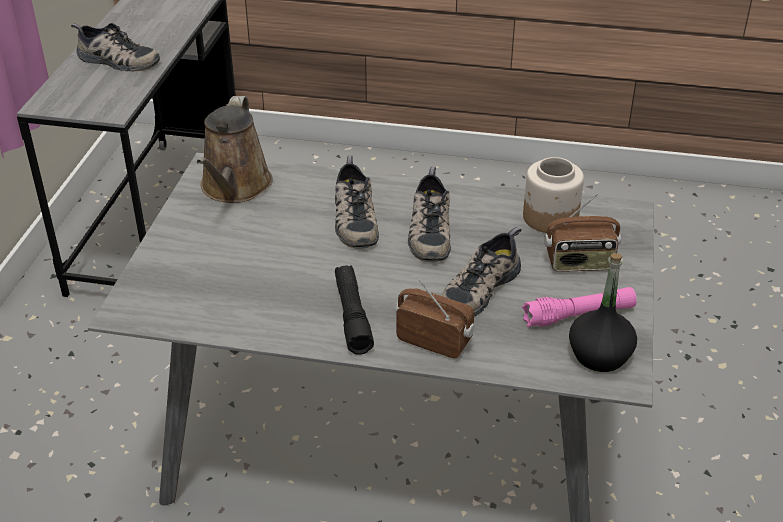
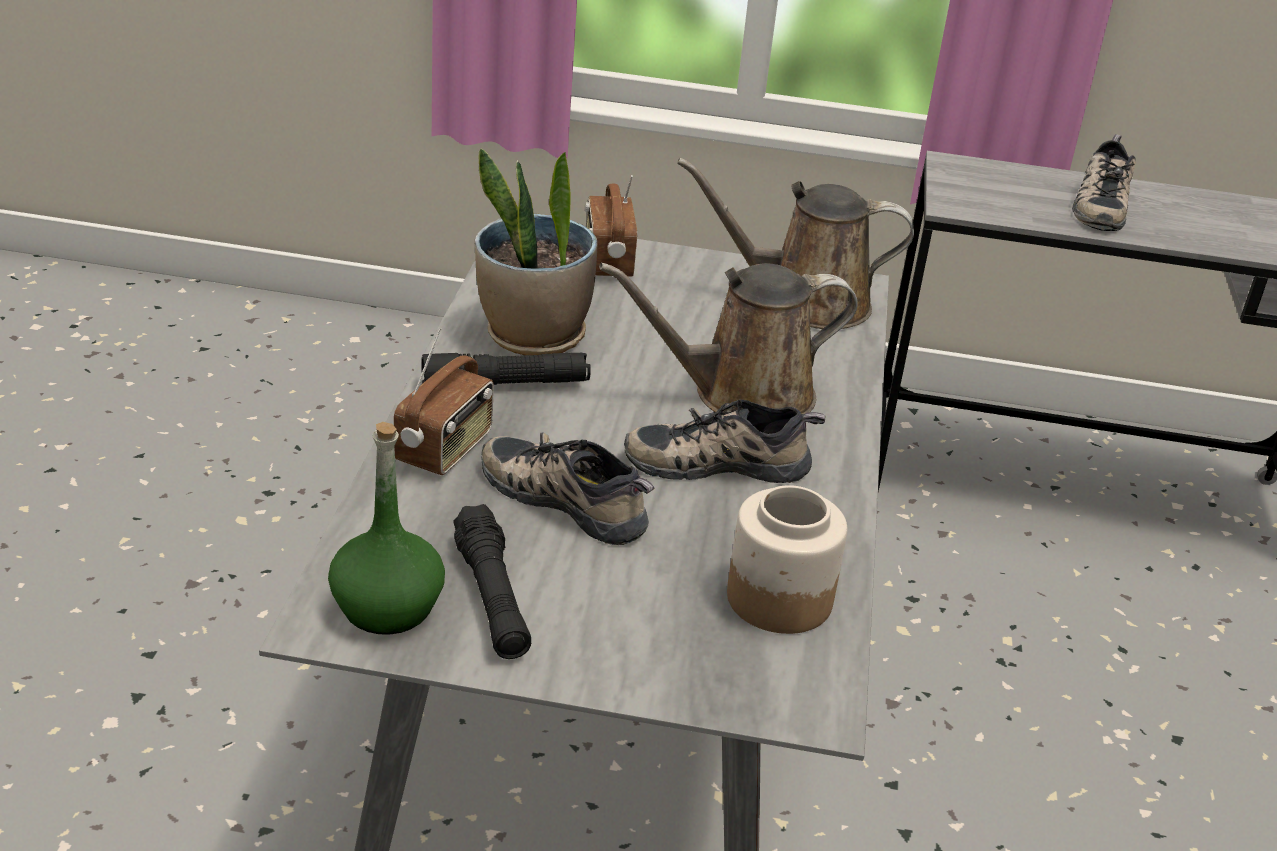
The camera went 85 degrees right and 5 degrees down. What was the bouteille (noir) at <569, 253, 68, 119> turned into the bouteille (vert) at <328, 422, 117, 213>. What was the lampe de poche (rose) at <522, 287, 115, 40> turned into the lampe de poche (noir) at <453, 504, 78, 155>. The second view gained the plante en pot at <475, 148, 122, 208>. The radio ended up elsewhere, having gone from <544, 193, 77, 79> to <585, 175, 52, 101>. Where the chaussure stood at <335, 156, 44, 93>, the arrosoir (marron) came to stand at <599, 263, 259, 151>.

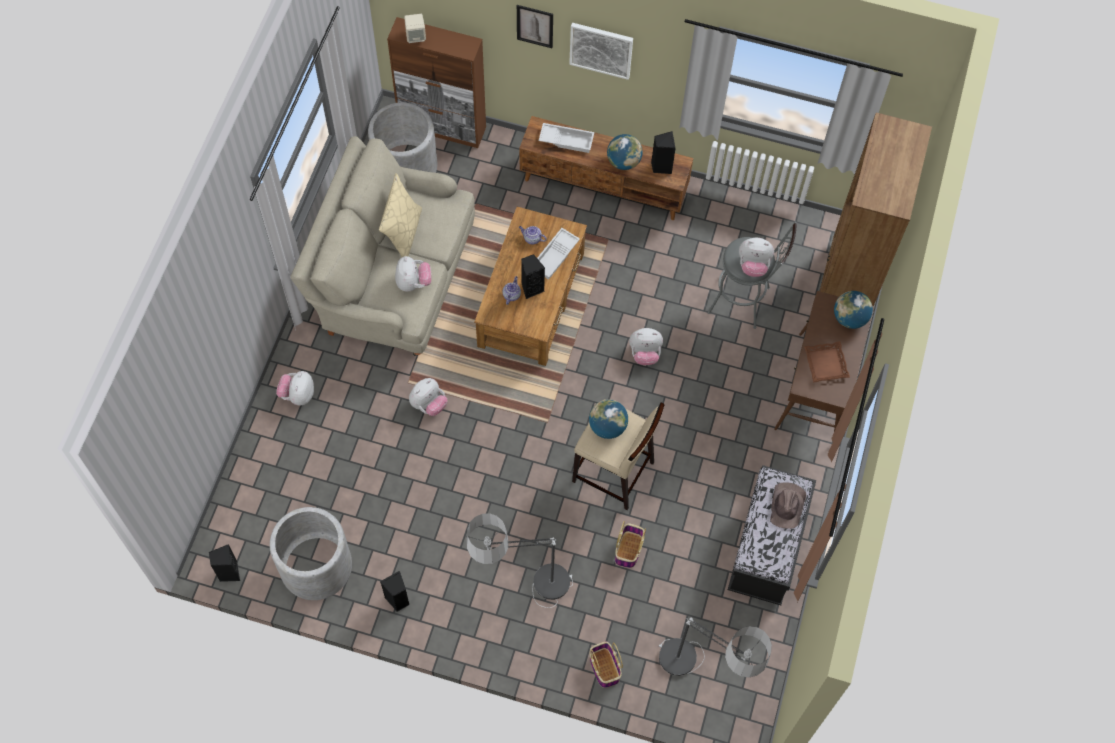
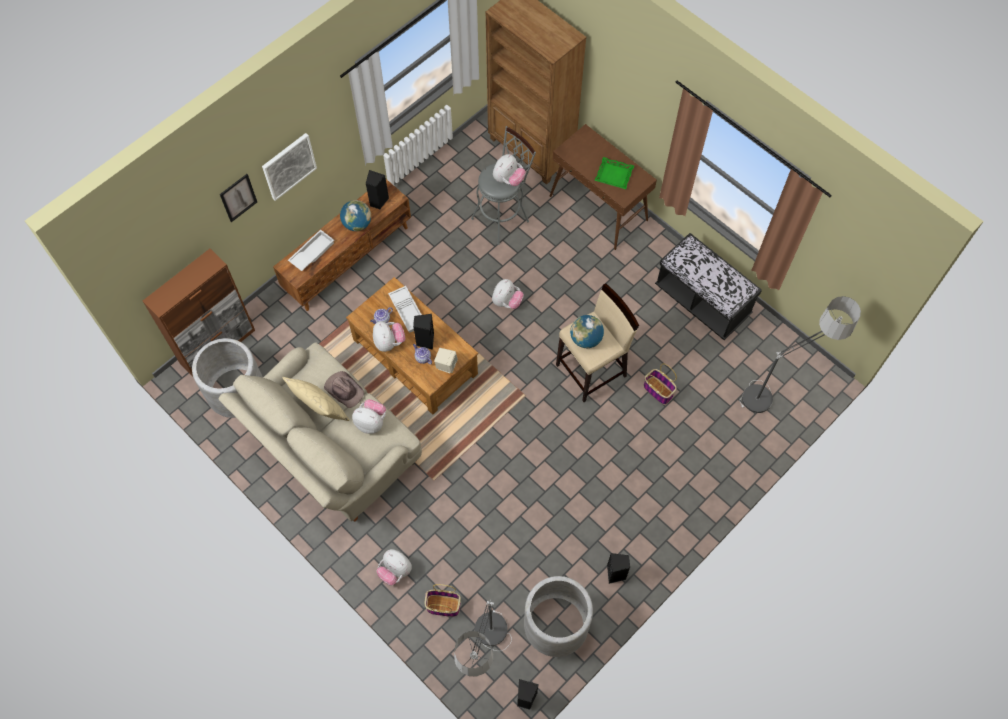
The camera went 60 degrees left and 0 degrees up. The chapeau (marron) ended up elsewhere, having gone from <770, 482, 36, 47> to <324, 371, 40, 37>. The peluche ended up elsewhere, having gone from <409, 378, 39, 38> to <373, 321, 33, 31>. The panier ended up elsewhere, having gone from <590, 641, 33, 47> to <425, 584, 36, 33>. The enceinte (beige) ended up elsewhere, having gone from <404, 14, 22, 29> to <434, 348, 24, 25>. The lampadaire ended up elsewhere, having gone from <466, 513, 107, 95> to <454, 599, 58, 78>. What was the plateau (marron) at <804, 341, 46, 42> turned into the plateau (vert) at <594, 157, 40, 32>. The second view lost the globe at <834, 291, 39, 38>.

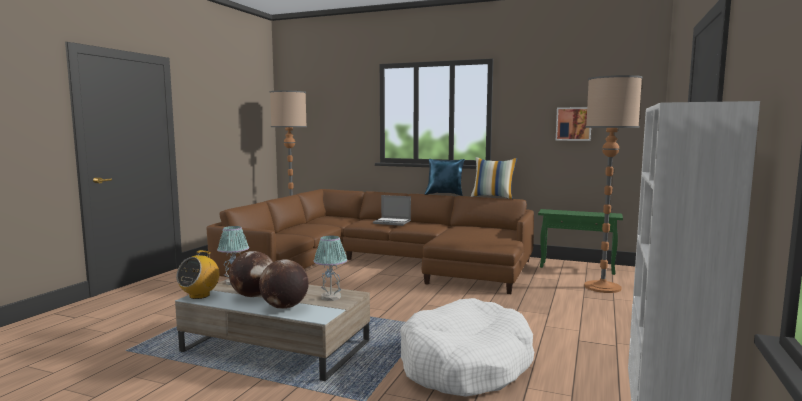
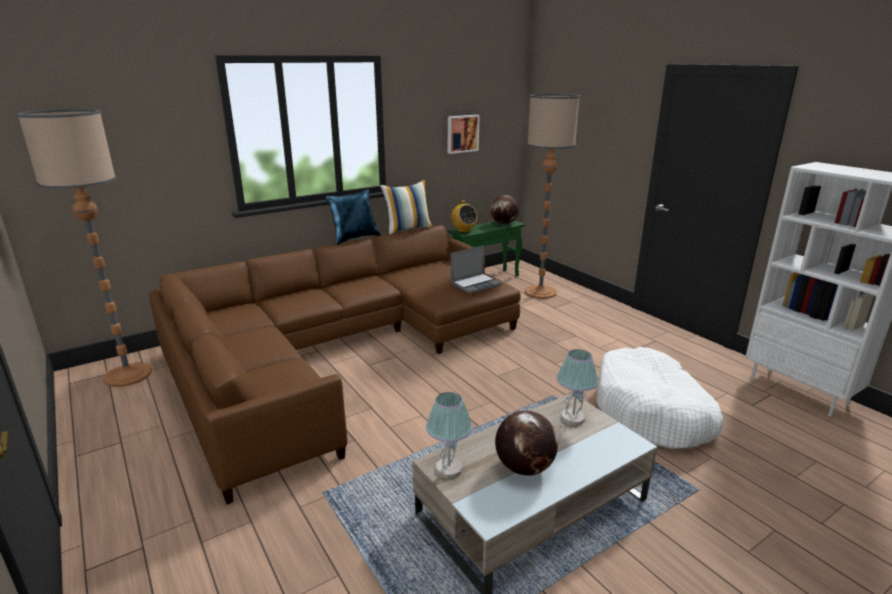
The camera went 55 degrees left and 15 degrees up. The radio ended up elsewhere, having gone from <176, 250, 44, 49> to <451, 200, 26, 32>. The ordinateur portable ended up elsewhere, having gone from <373, 195, 38, 31> to <451, 245, 51, 49>. The globe ended up elsewhere, having gone from <259, 259, 50, 50> to <490, 195, 29, 30>.

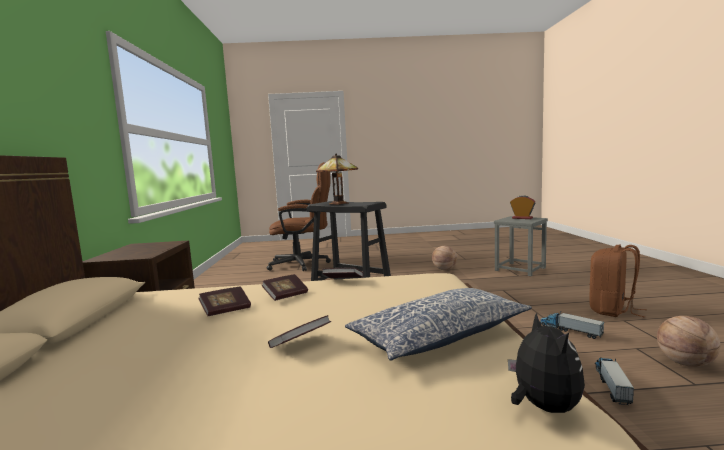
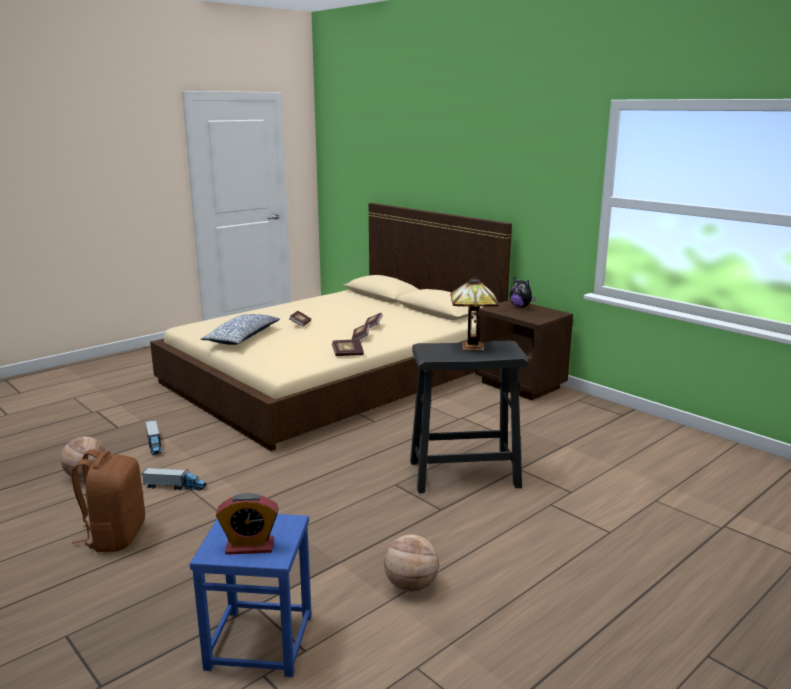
The camera went 140 degrees right and 10 degrees up. What was the tabouret (gris) at <494, 216, 54, 60> turned into the tabouret (bleu) at <189, 514, 123, 163>. The peluche ended up elsewhere, having gone from <508, 313, 77, 100> to <510, 278, 26, 29>. The second view lost the chaise de bureau (marron) at <267, 162, 64, 109>.

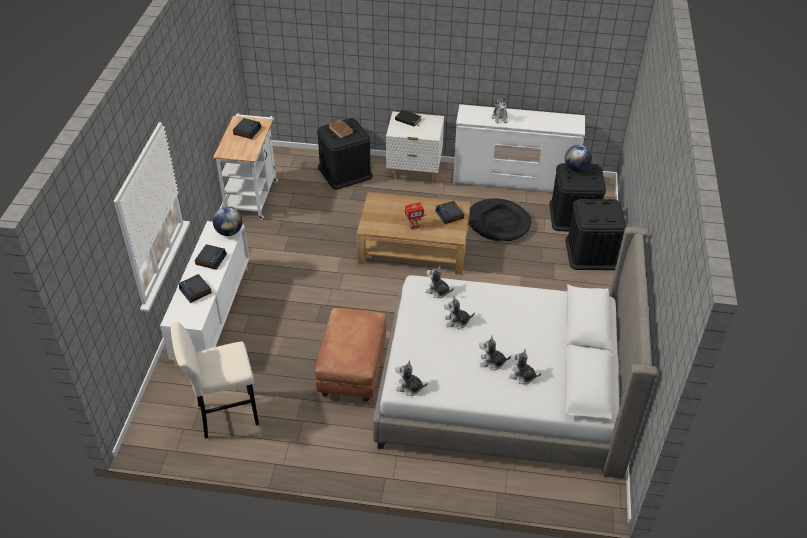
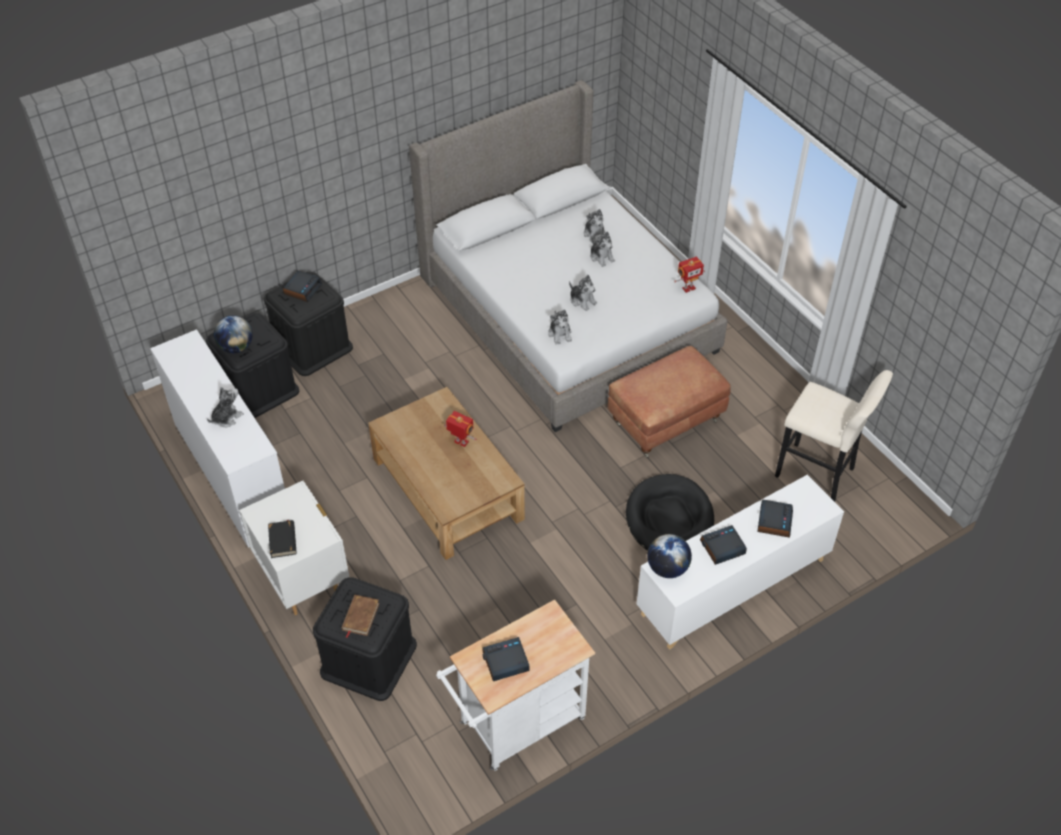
The camera went 130 degrees left and 5 degrees up. The réveil ended up elsewhere, having gone from <435, 201, 29, 23> to <283, 270, 39, 32>. The panier pour chien (noir) ended up elsewhere, having gone from <469, 198, 63, 43> to <626, 474, 88, 77>. Where the peluche stood at <395, 360, 33, 36>, the robot jouet came to stand at <674, 257, 31, 36>.

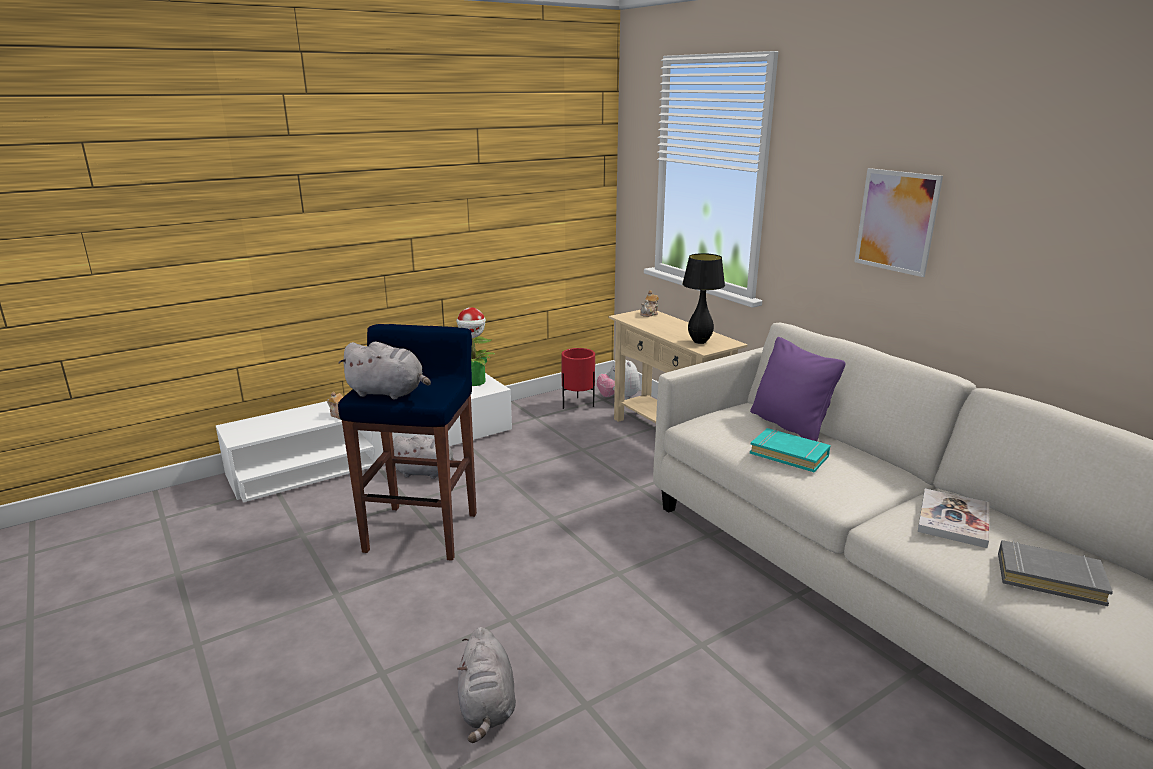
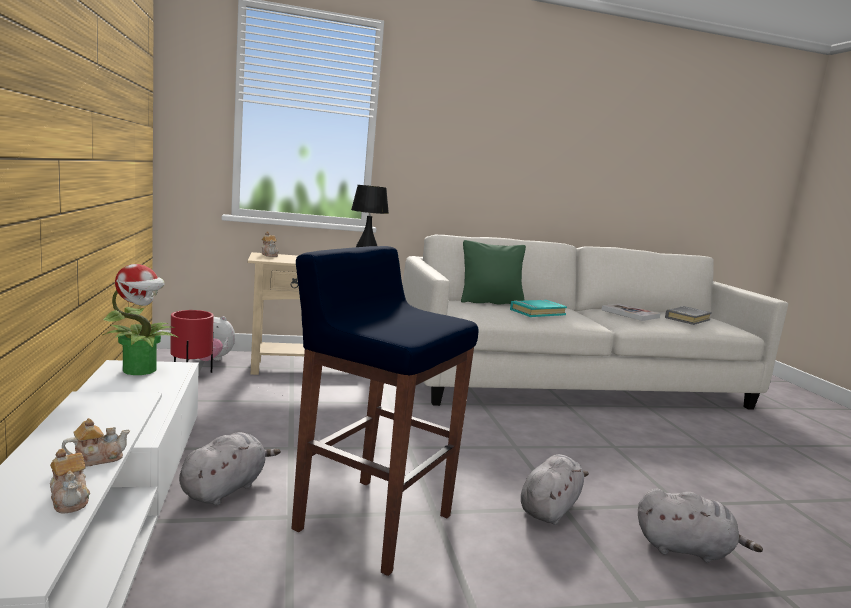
The camera went 70 degrees left and 10 degrees down. The second view gained the théière at <50, 448, 40, 66>. What was the coussin (violet) at <750, 337, 96, 104> turned into the coussin (vert) at <461, 240, 65, 64>. The peluche (gris) ended up elsewhere, having gone from <338, 341, 93, 58> to <521, 454, 68, 71>. The second view lost the tableau at <854, 168, 89, 109>.

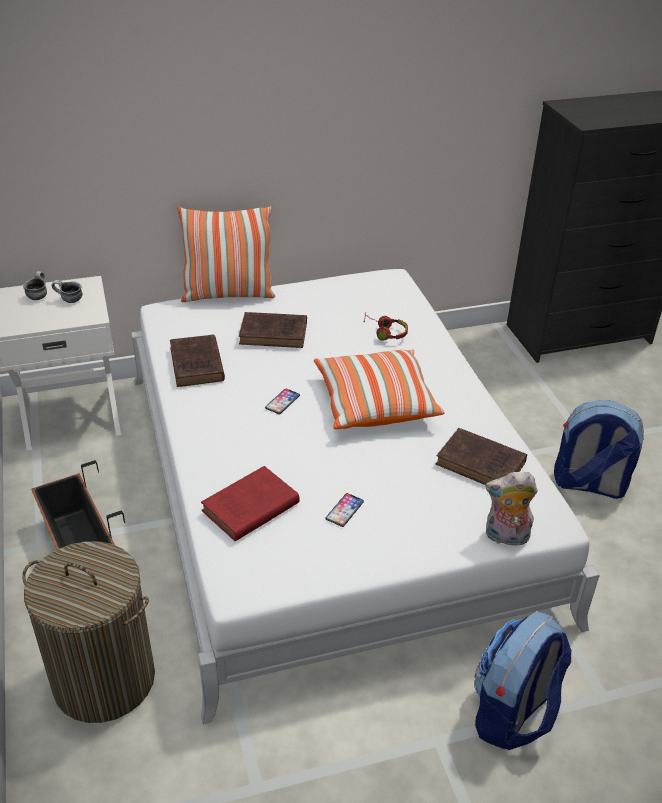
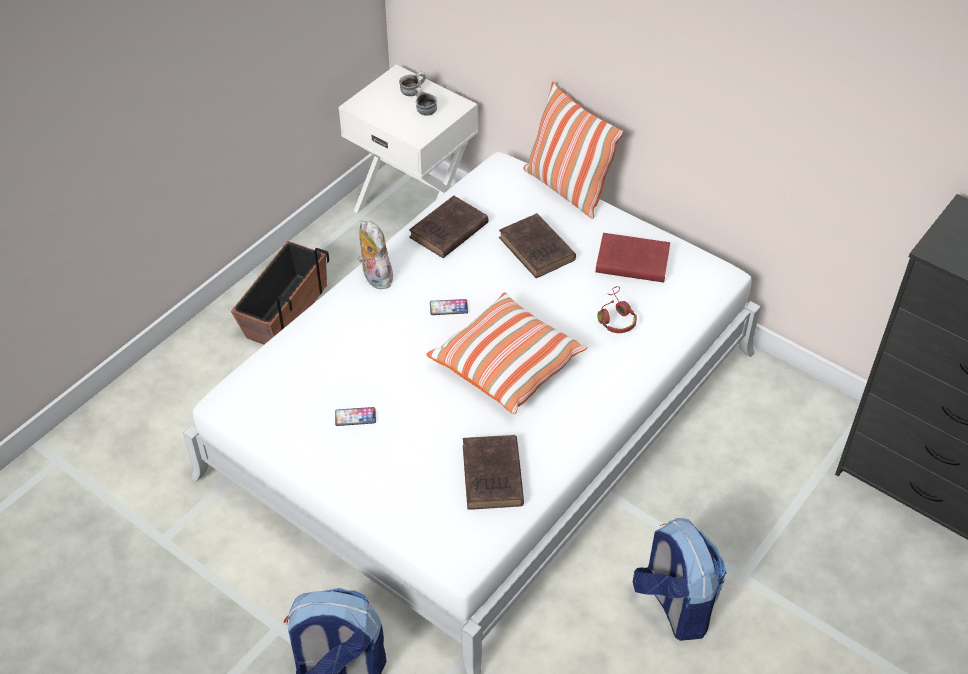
The camera went 55 degrees right and 10 degrees up. The peluche ended up elsewhere, having gone from <485, 472, 53, 74> to <358, 221, 35, 68>. The livre (rouge) ended up elsewhere, having gone from <201, 466, 99, 75> to <595, 233, 75, 49>. The second view lost the panier à linge at <22, 541, 133, 182>.

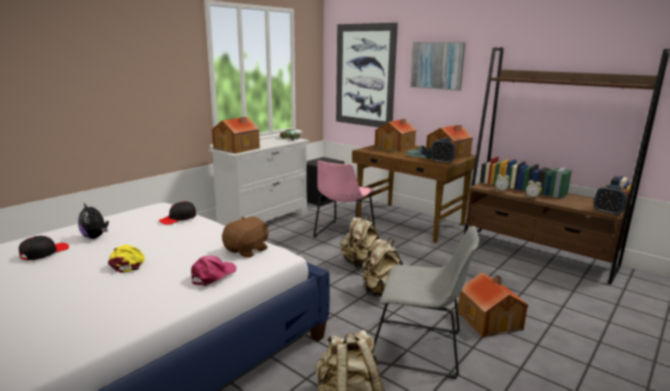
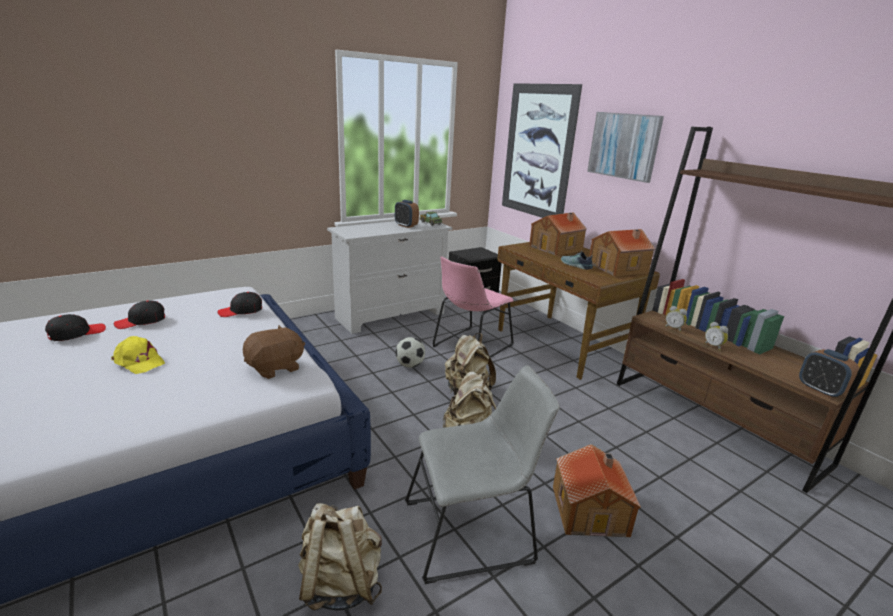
The camera went 15 degrees right and 5 degrees up. The casquette (jaune) at <108, 245, 37, 28> ended up facing another way, 120 degrees clockwise from before. Where the peluche stood at <78, 204, 31, 35>, the casquette (noir) came to stand at <114, 300, 51, 29>. The réveil ended up elsewhere, having gone from <431, 138, 26, 26> to <395, 200, 24, 28>. The second view gained the ballon de foot at <396, 337, 29, 31>. The chaise (gris) at <372, 226, 107, 153> ended up facing another way, 45 degrees counterclockwise from before. The second view lost the casquette (rose) at <191, 256, 46, 30>. The second view lost the maison miniature at <211, 117, 49, 37>.

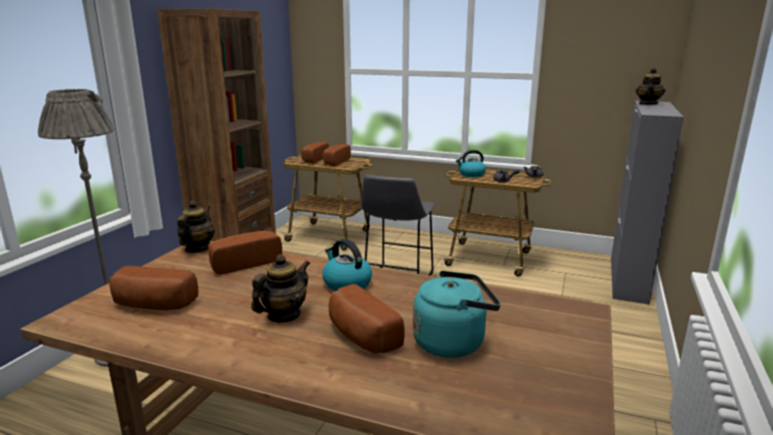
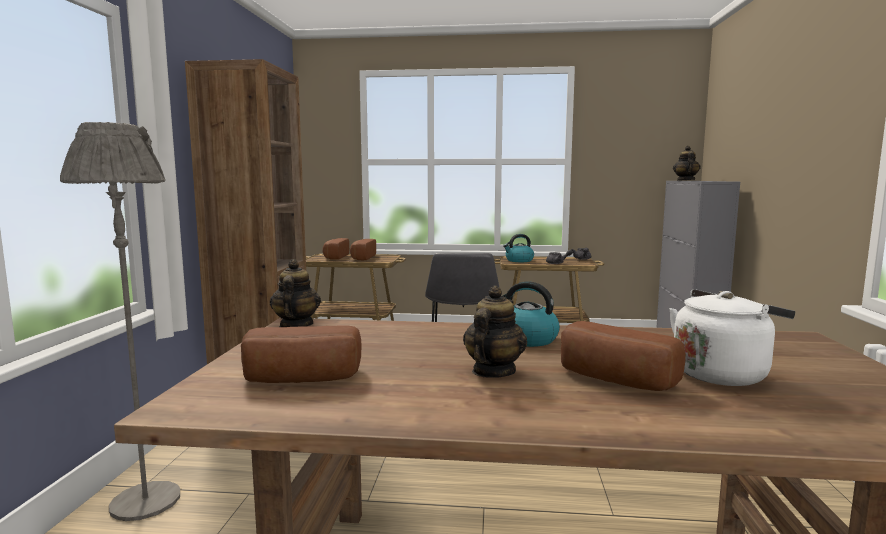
The camera went 15 degrees left and 10 degrees down. What was the bouilloire (turquoise) at <413, 271, 88, 87> turned into the bouilloire (blanc) at <669, 289, 126, 97>. The second view lost the pain at <208, 231, 74, 43>.

